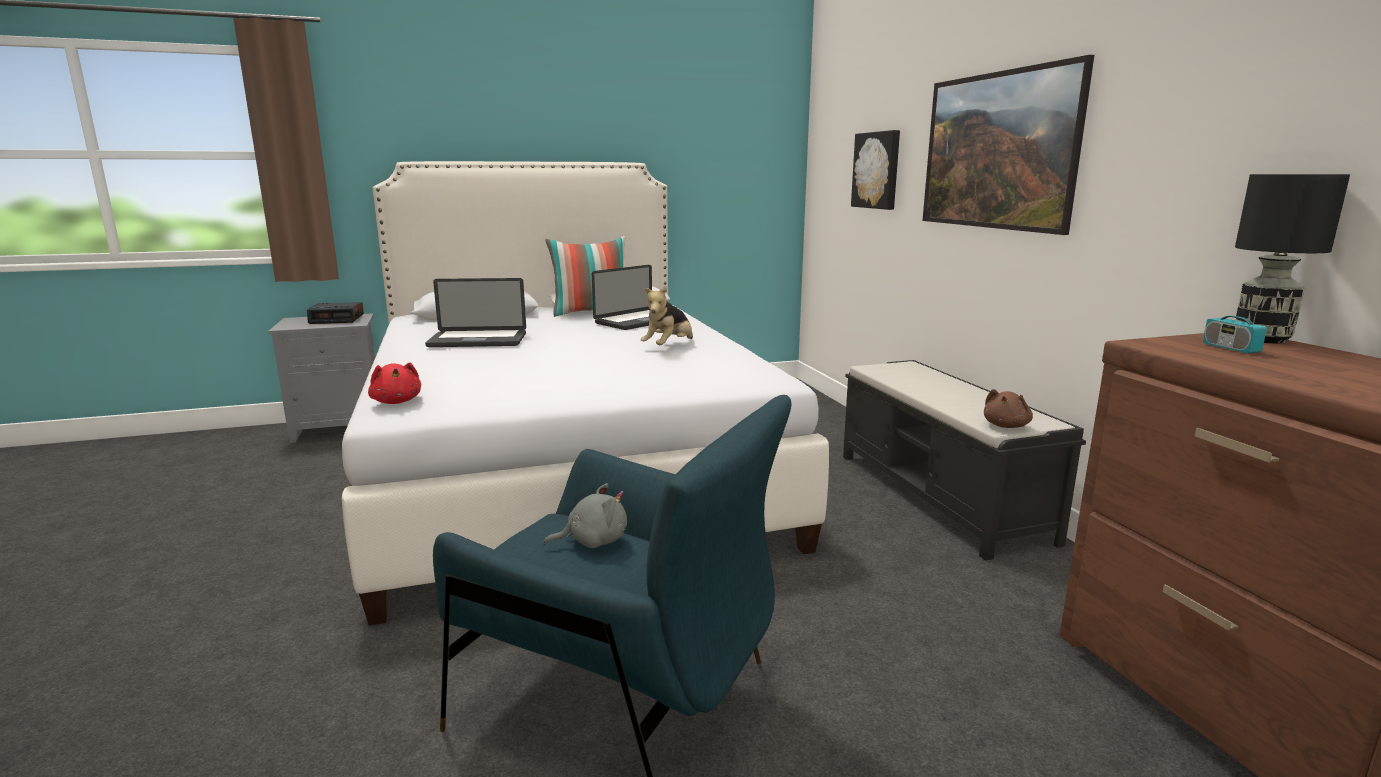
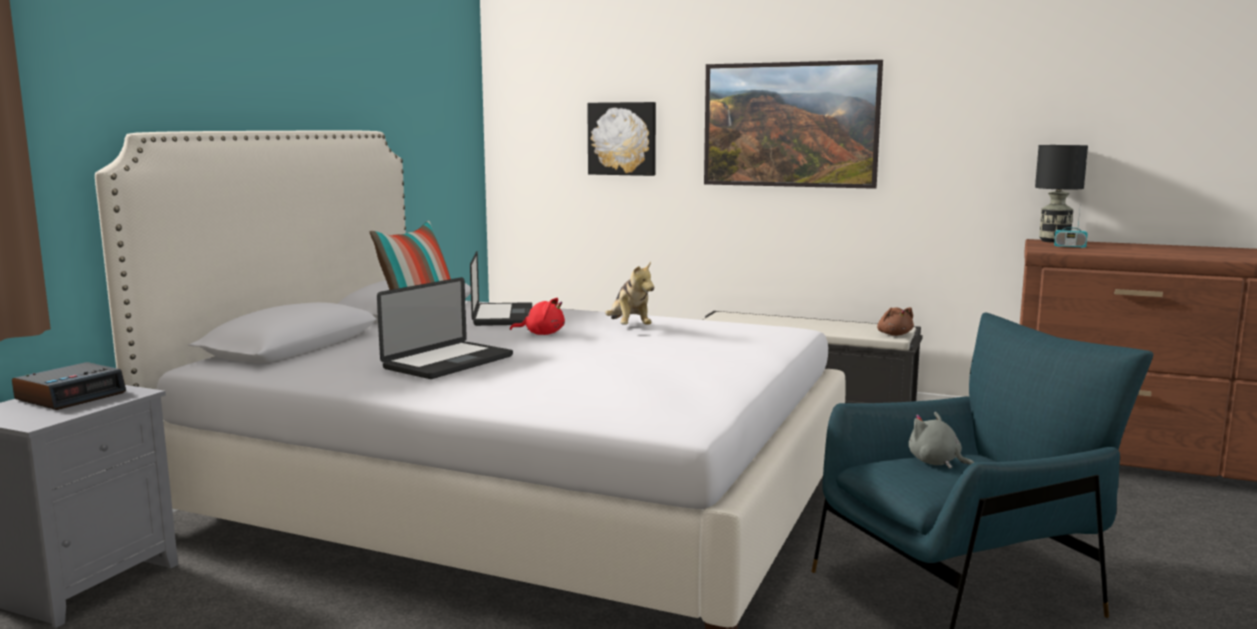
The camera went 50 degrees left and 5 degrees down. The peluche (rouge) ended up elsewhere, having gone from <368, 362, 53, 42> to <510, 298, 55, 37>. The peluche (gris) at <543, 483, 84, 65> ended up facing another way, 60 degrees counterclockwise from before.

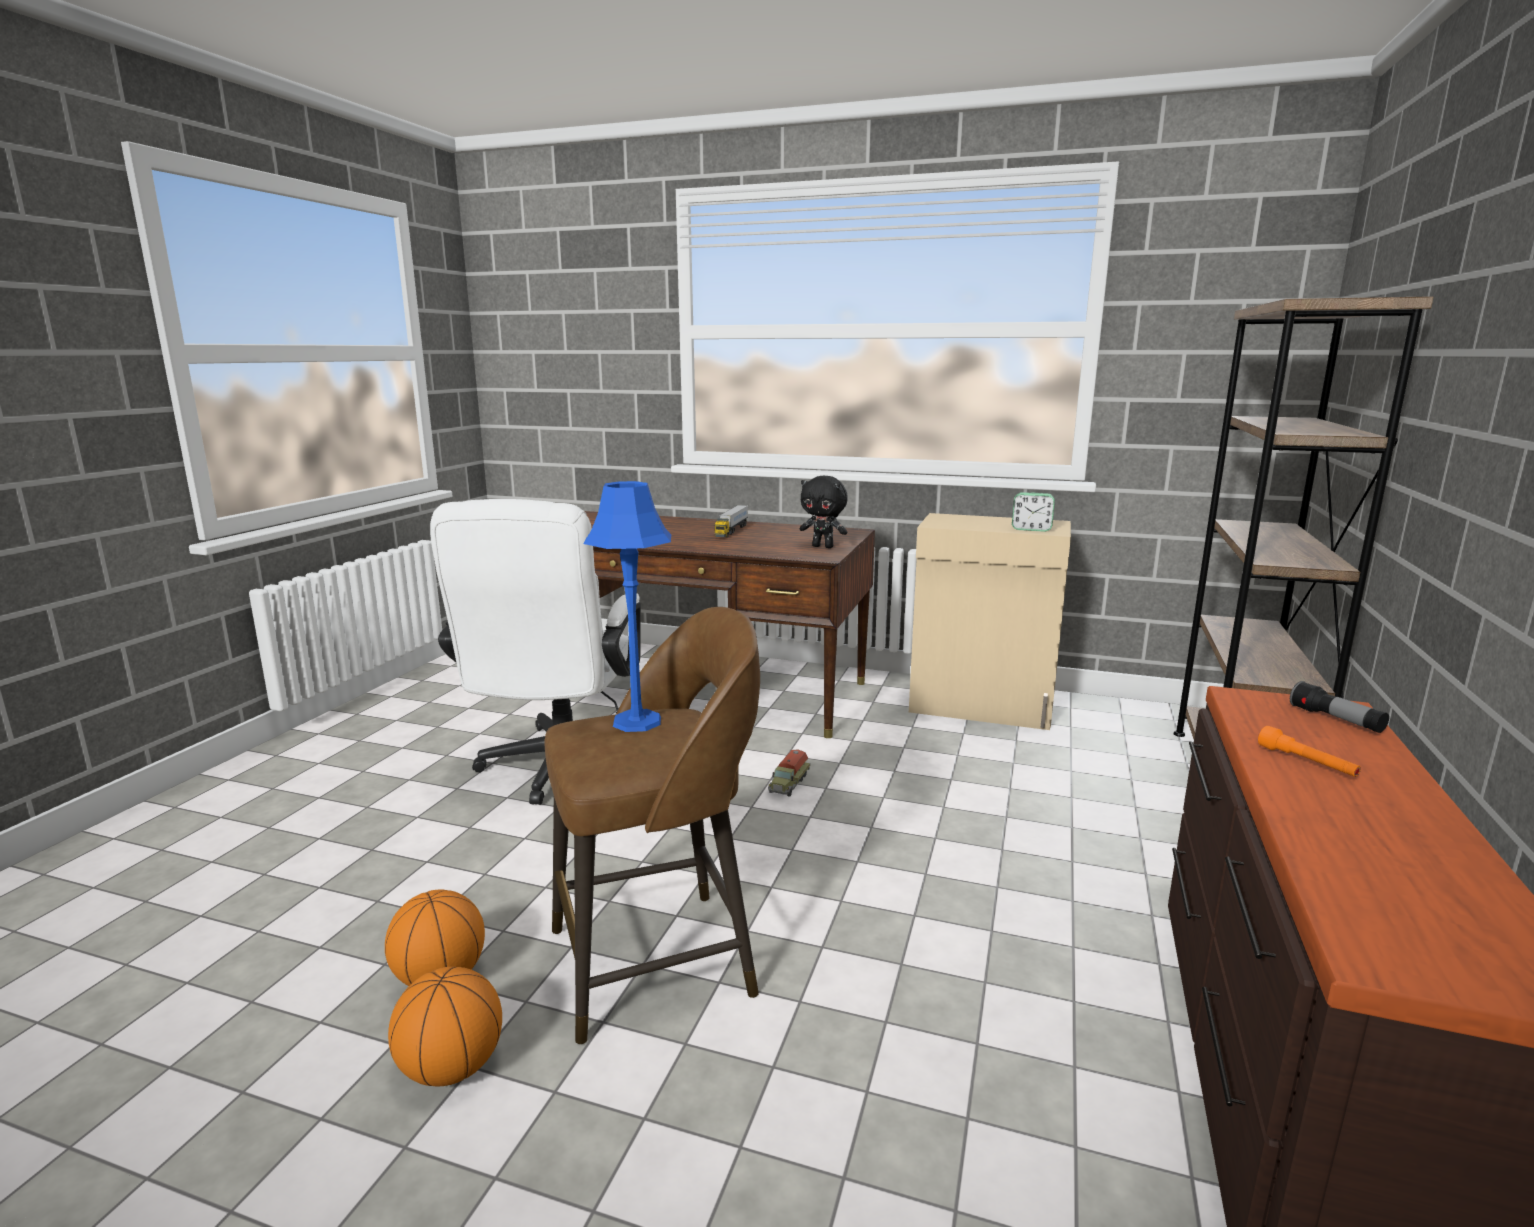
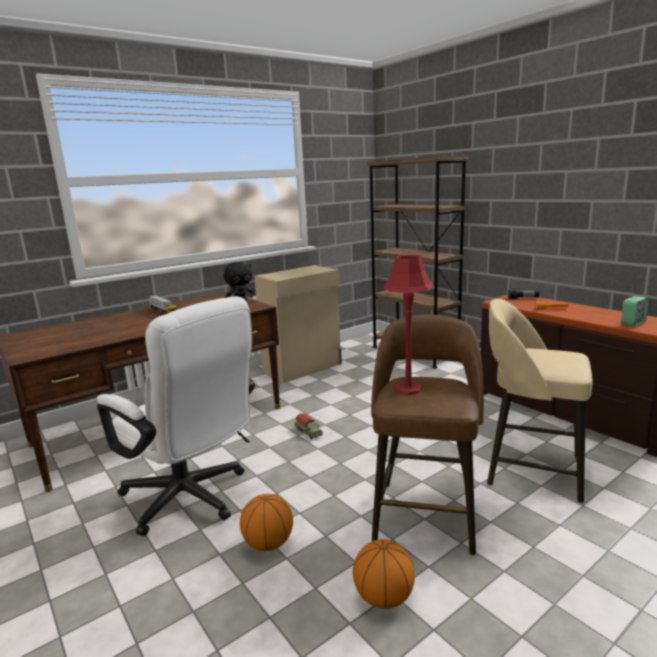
The camera went 55 degrees left and 0 degrees up. The ballon de basket ended up elsewhere, having gone from <388, 967, 114, 120> to <240, 494, 53, 57>. What was the lampe de table (bleu) at <583, 481, 88, 251> turned into the lampe de table (rouge) at <383, 255, 52, 140>. The second view gained the tabouret (beige) at <487, 299, 105, 204>. The réveil ended up elsewhere, having gone from <1012, 492, 43, 40> to <621, 296, 27, 30>.

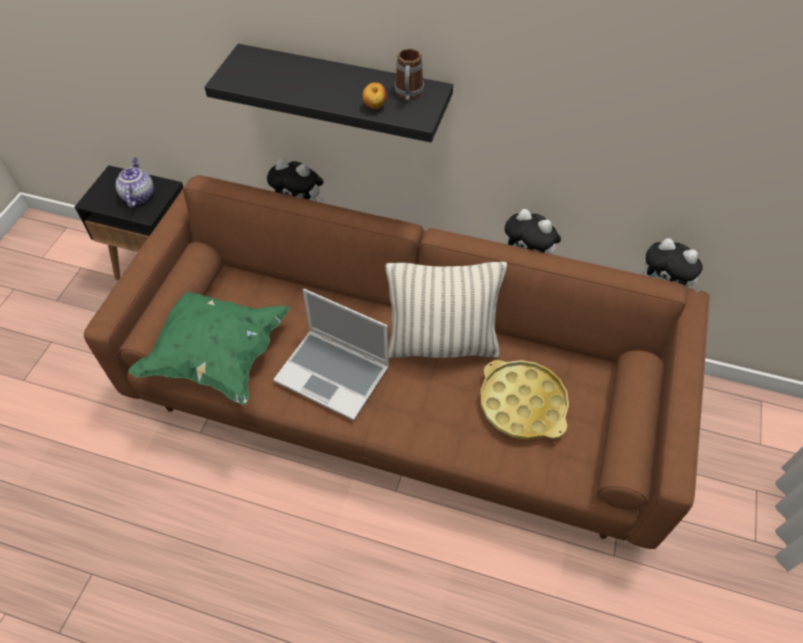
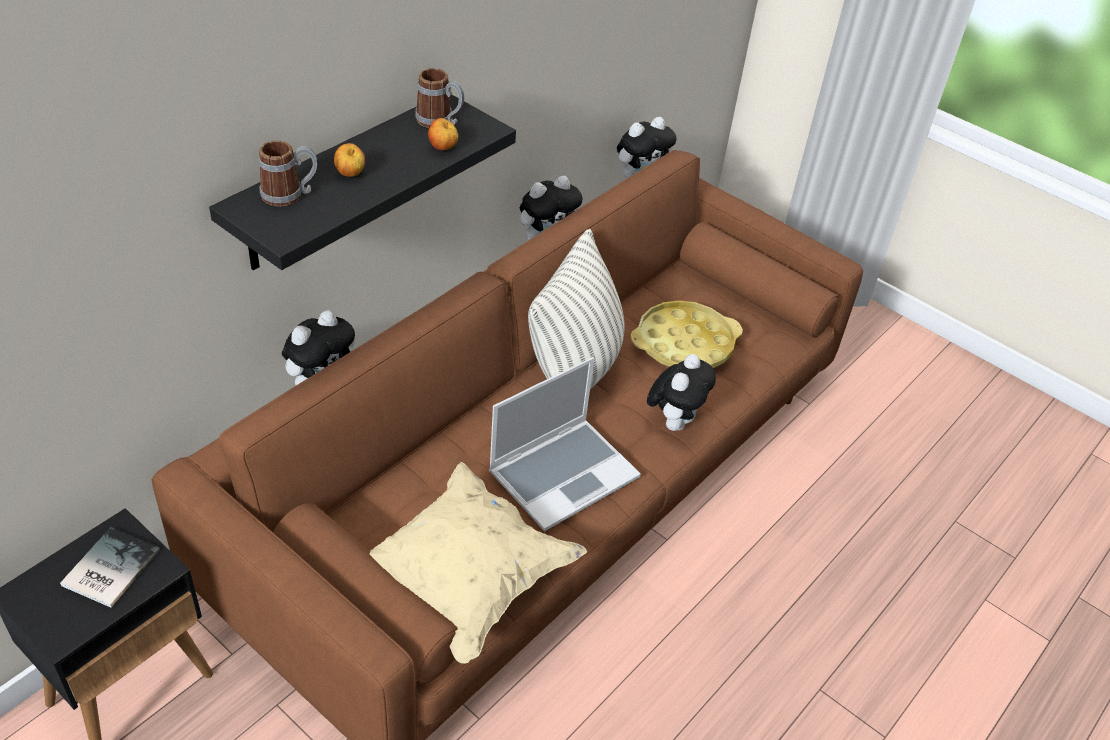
The camera went 70 degrees left and 10 degrees down. Where the théière stood at <116, 158, 38, 50>, the livre came to stand at <60, 527, 100, 80>. The second view gained the mug at <258, 140, 59, 66>. The second view gained the pomme at <334, 143, 31, 34>. What was the coussin (vert) at <129, 292, 161, 113> turned into the coussin (beige) at <370, 462, 217, 202>. The second view gained the peluche at <647, 354, 69, 77>.

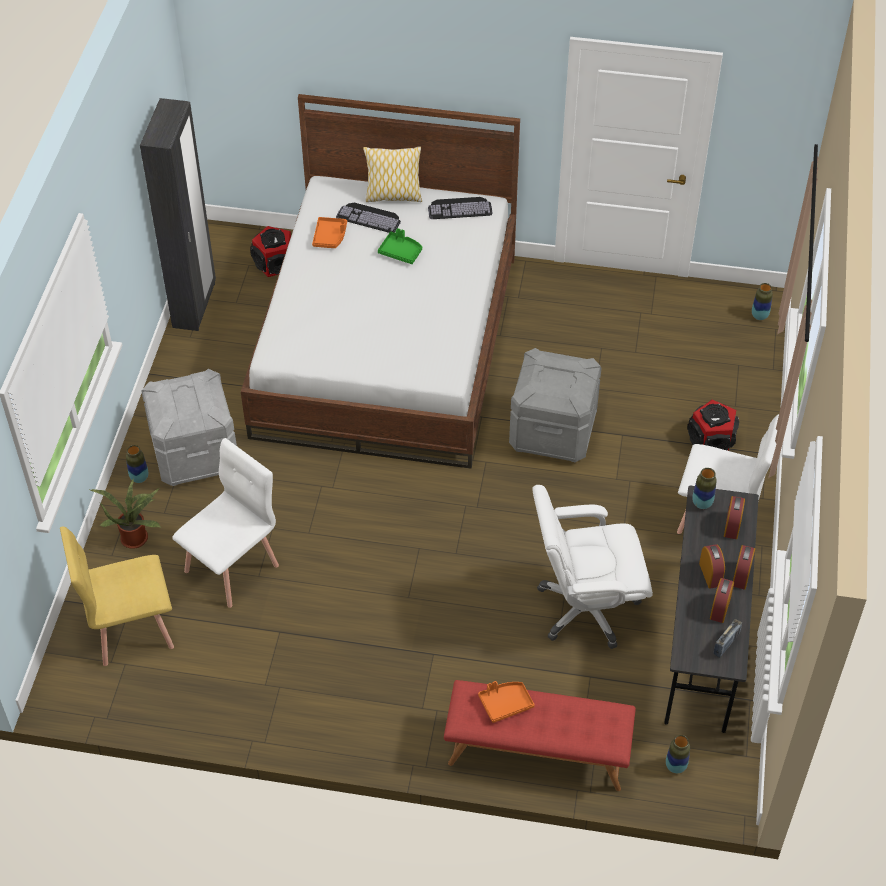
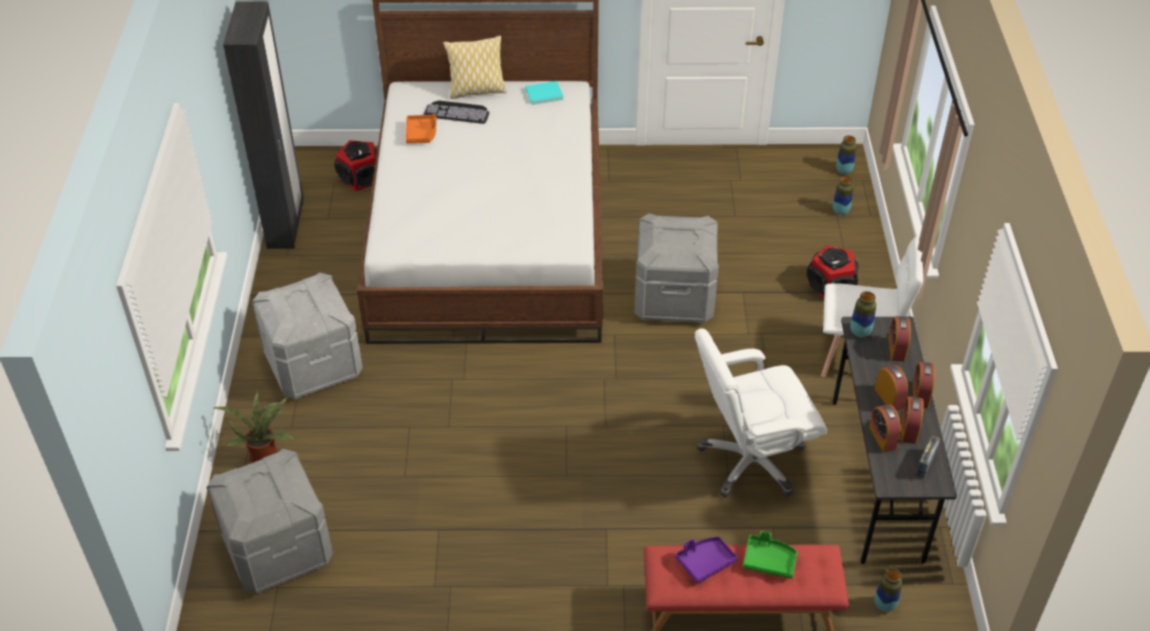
The camera went 10 degrees left and 5 degrees down. Where the chaise (jaune) stood at <60, 526, 114, 140>, the boîte de rangement (gris) came to stand at <207, 449, 126, 145>. Where the clavier stood at <428, 197, 65, 22>, the livre (turquoise) came to stand at <525, 81, 39, 24>. What was the plateau (orange) at <478, 681, 57, 42> turned into the plateau (violet) at <675, 537, 63, 46>. The plateau (vert) ended up elsewhere, having gone from <378, 228, 44, 36> to <743, 531, 55, 48>. The vase ended up elsewhere, having gone from <126, 445, 22, 38> to <833, 176, 21, 39>. The second view gained the réveil at <869, 404, 32, 48>. The second view lost the chaise (blanc) at <172, 438, 107, 170>.

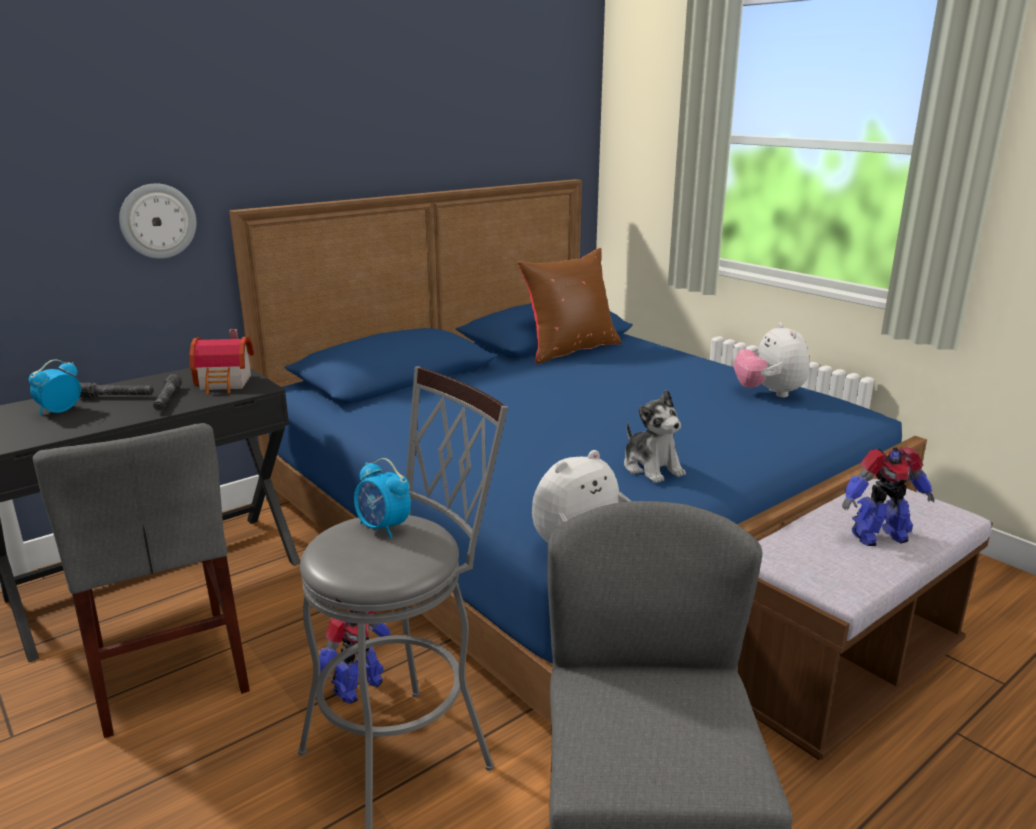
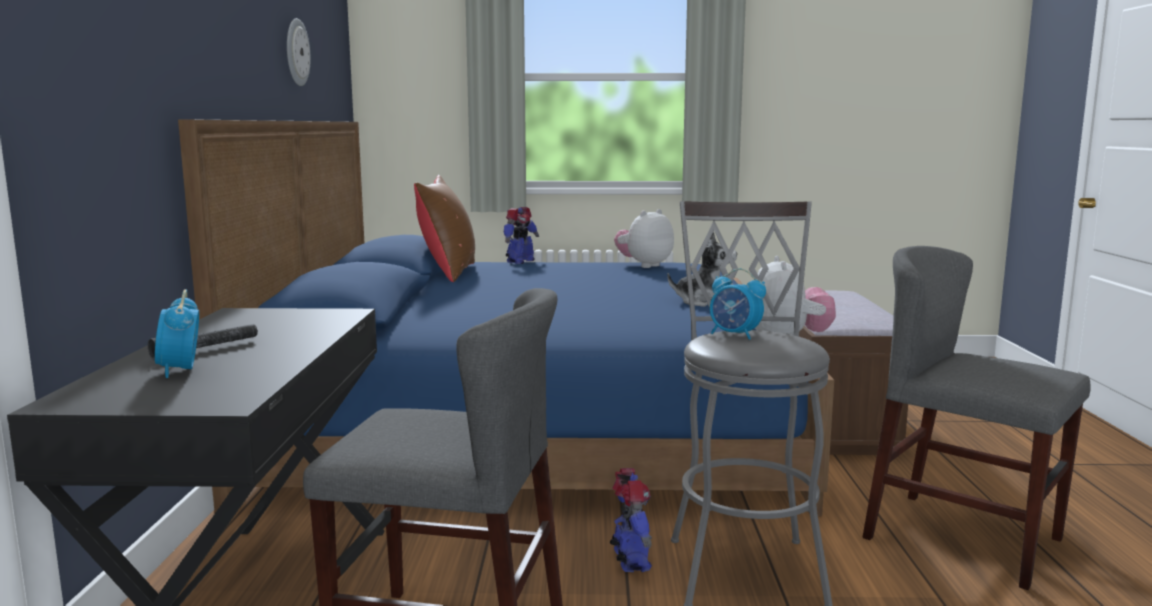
The camera went 50 degrees left and 10 degrees down. The horloge murale ended up elsewhere, having gone from <119, 183, 77, 76> to <287, 18, 24, 68>. The robot jouet ended up elsewhere, having gone from <842, 447, 93, 99> to <504, 207, 35, 57>. The peluche at <734, 323, 76, 74> ended up facing another way, 105 degrees clockwise from before. The réveil at <354, 458, 57, 80> ended up facing another way, 45 degrees clockwise from before. The second view lost the lampe de poche (gris) at <153, 374, 29, 37>. The second view lost the maison miniature at <189, 329, 65, 65>.

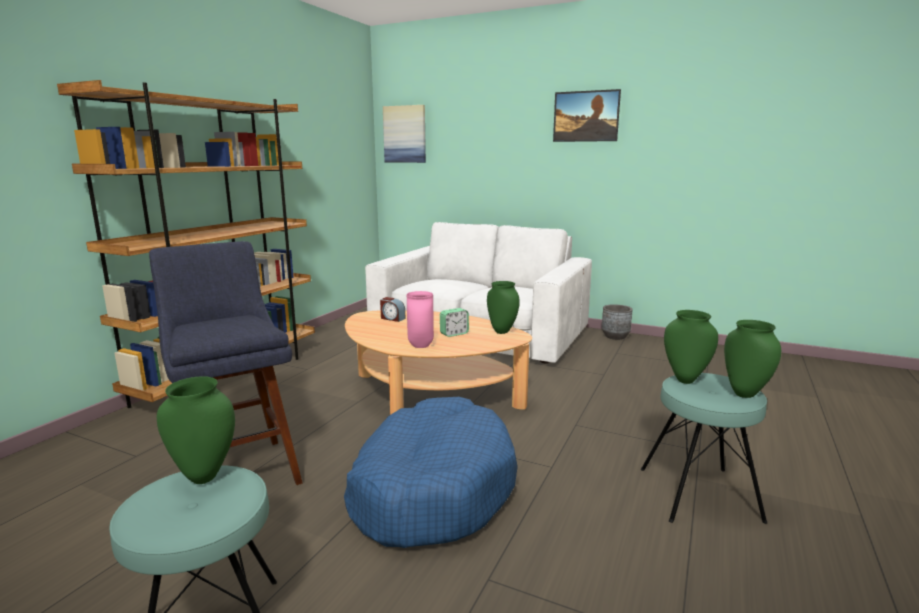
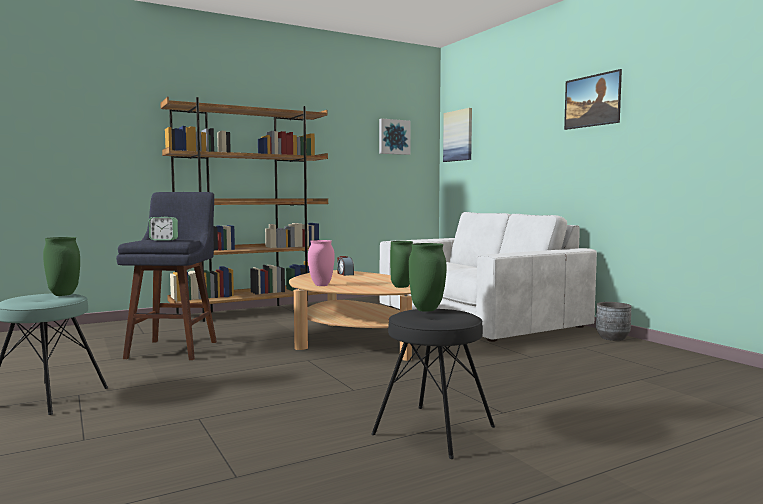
The camera went 35 degrees right and 10 degrees down. The réveil ended up elsewhere, having gone from <440, 308, 29, 29> to <149, 217, 29, 24>. What was the tabouret (turquoise) at <641, 373, 126, 151> turned into the tabouret (noir) at <371, 309, 124, 150>. The second view gained the tableau at <379, 118, 32, 37>. The second view lost the panier pour chien (bleu) at <344, 397, 174, 151>. The second view lost the vase (vert) at <724, 320, 57, 78>.

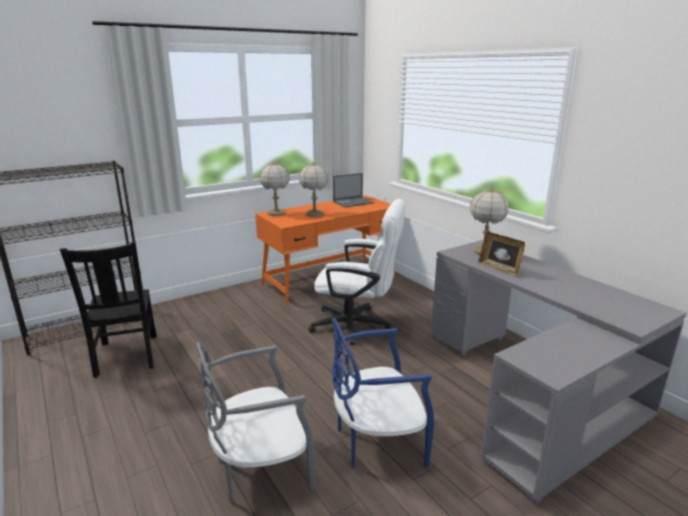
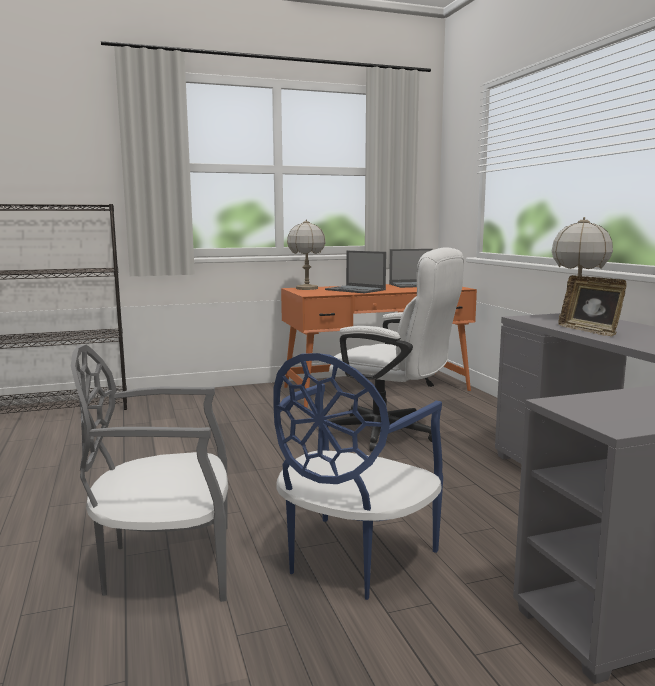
The camera went 15 degrees right and 10 degrees down. The chaise (bleu) at <331, 318, 103, 150> ended up facing another way, 60 degrees counterclockwise from before. Where the lampe de table stood at <299, 162, 30, 54>, the ordinateur portable came to stand at <325, 251, 61, 42>. The second view lost the chaise (noir) at <60, 242, 97, 136>.

